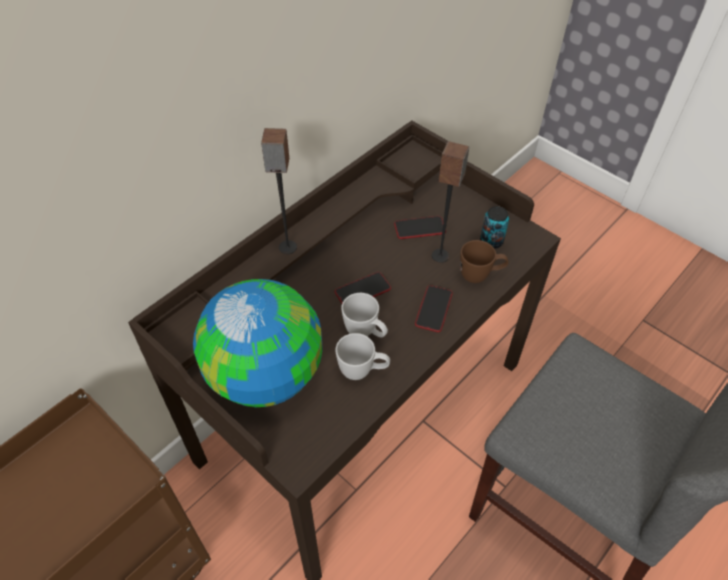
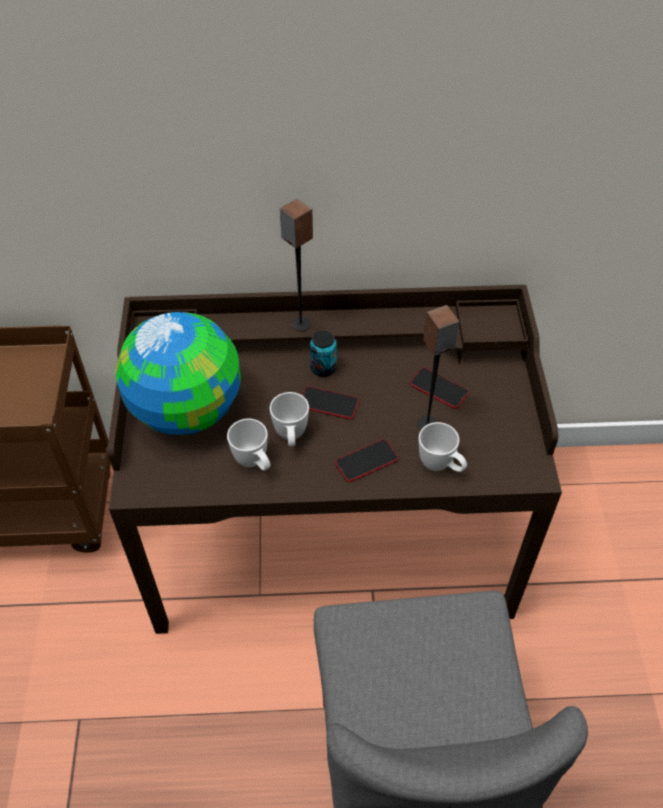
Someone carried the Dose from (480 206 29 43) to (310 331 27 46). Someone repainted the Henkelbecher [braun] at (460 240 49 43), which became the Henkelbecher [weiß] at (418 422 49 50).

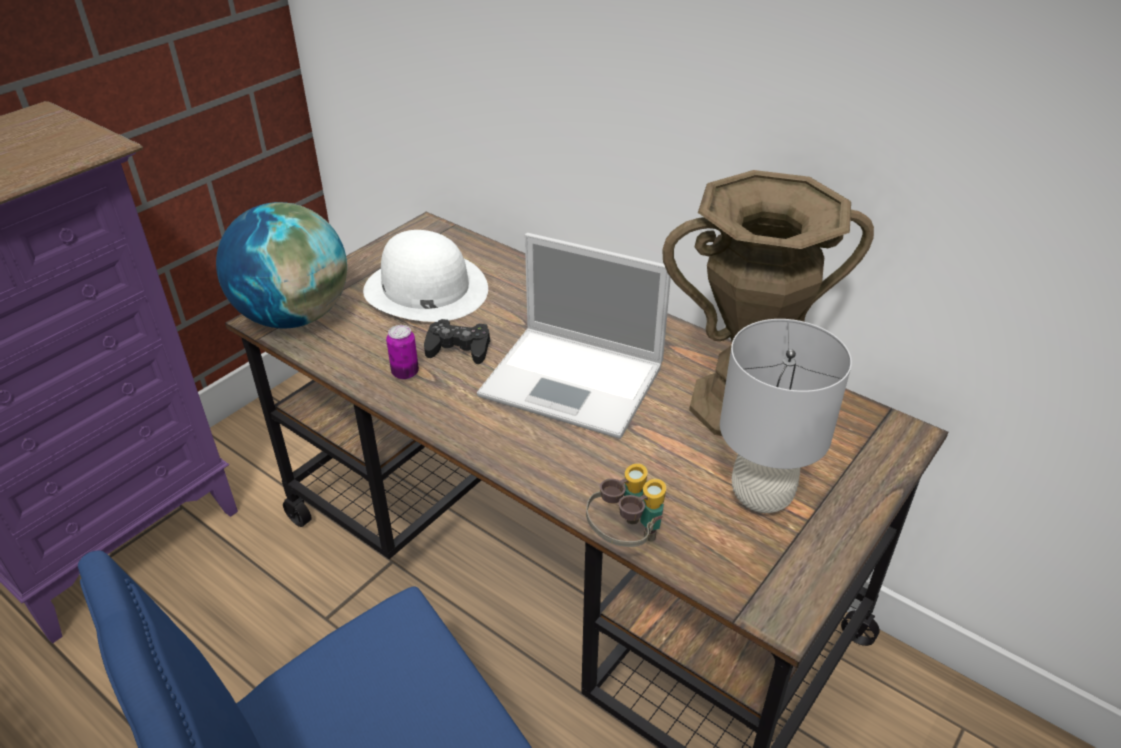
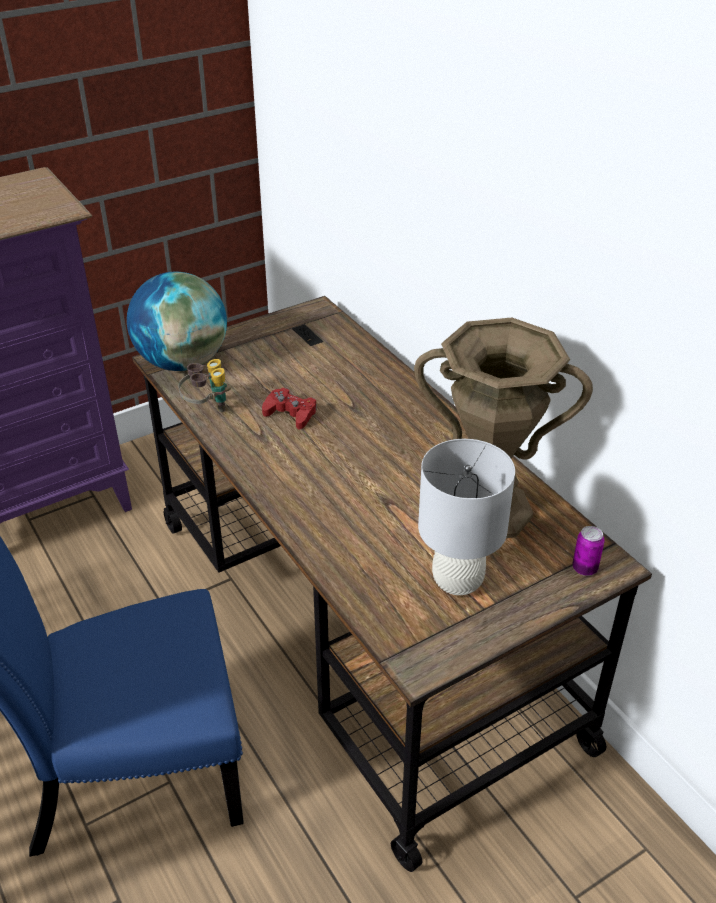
Someone carried the Fernglas from (586 463 80 84) to (178 359 53 53). Someone repainted the Gamepad [schwarz] at (424 319 66 45), which became the Gamepad [rot] at (262 388 55 41). Someone carried the Dose from (386 325 33 55) to (572 526 33 50). Someone took away the Hut [weiß] at (363 230 125 92). Someone took away the Laptop at (477 233 194 206).

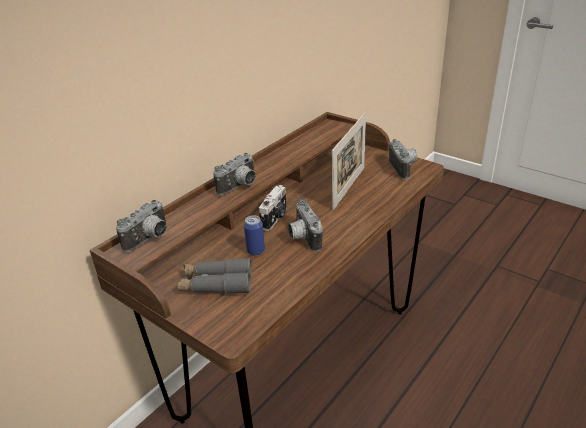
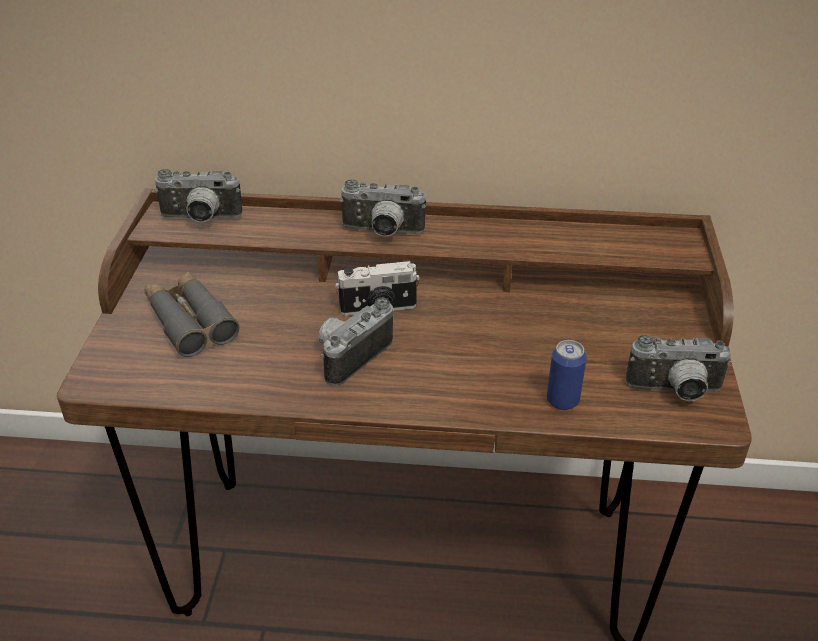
Someone carried the Dose from (244 215 21 41) to (547 340 40 70). Someone rotated the Kamera at (389 139 28 41) by 45 degrees clockwise. Someone took away the Bilderrahmen at (332 113 34 97).

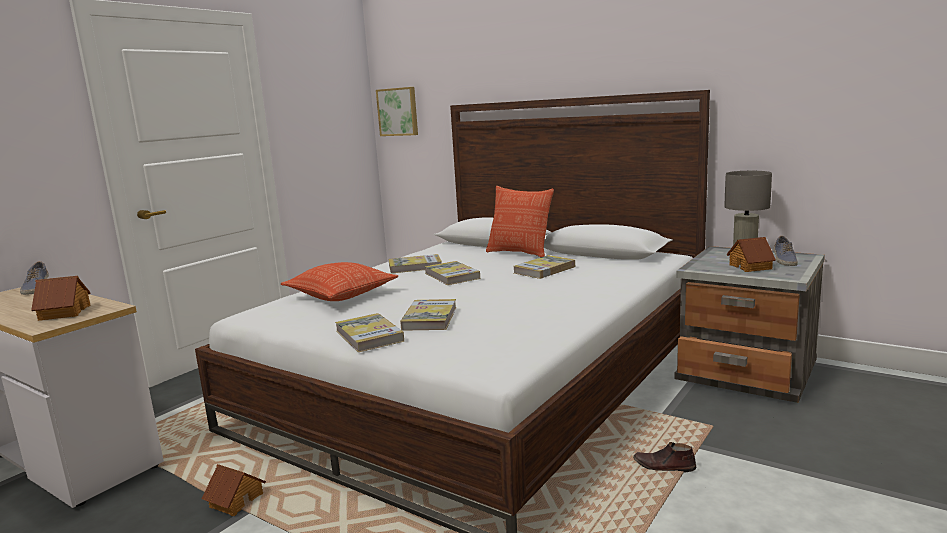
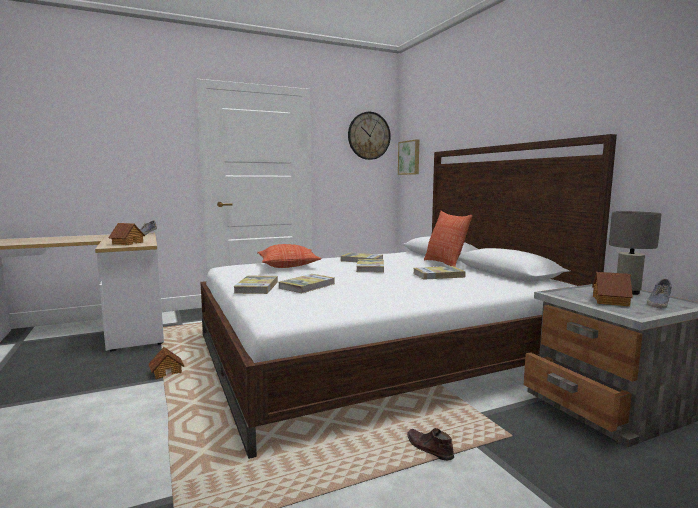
Someone put up the Wanduhr at (348 112 43 48).

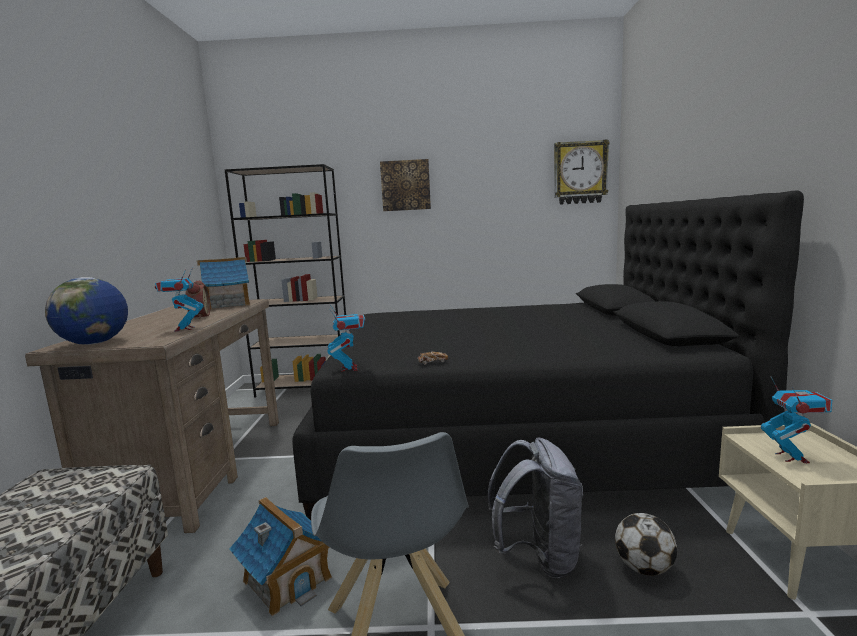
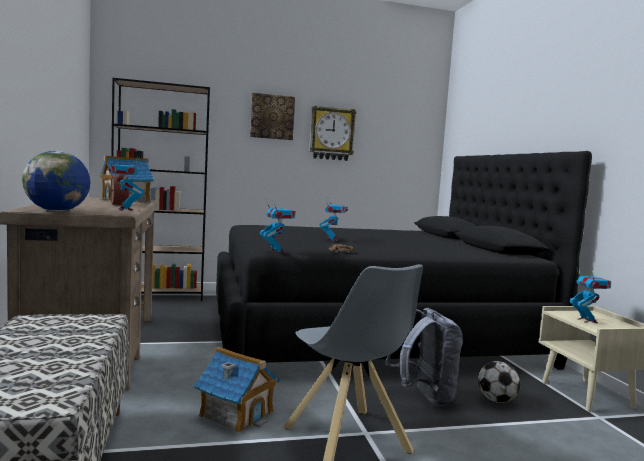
Someone carried the Wanduhr from (554 139 56 66) to (309 106 48 55). Someone put down the Spielzeugroboter at (320 198 28 43).

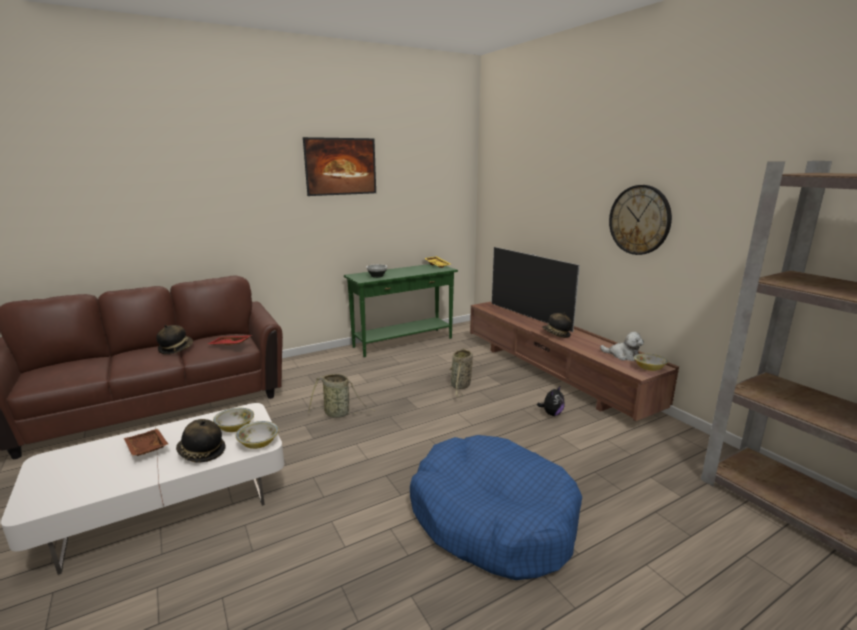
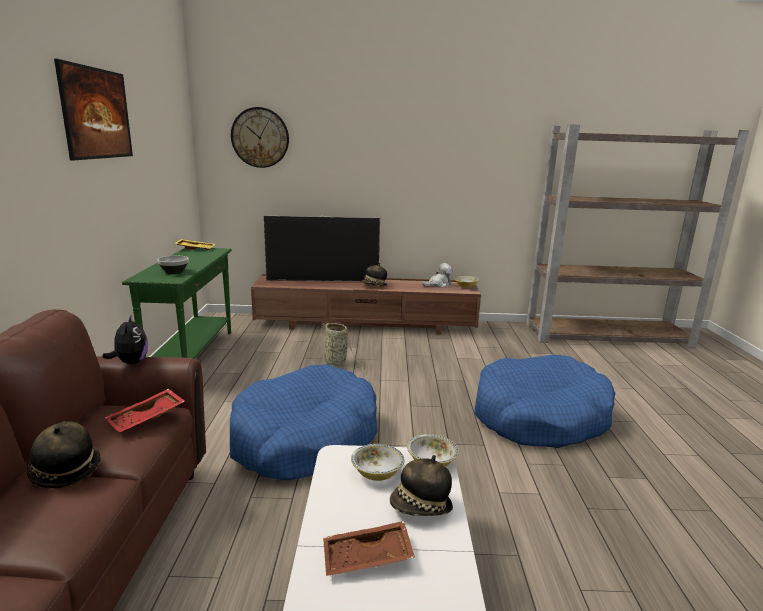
Someone carried the Plüschtier from (537 386 28 30) to (102 316 46 48). Someone swapped the Korb at (308 374 67 44) for the Hundebett [blau] at (230 364 148 117). Someone carried the Wanduhr from (609 185 63 70) to (231 107 58 61).

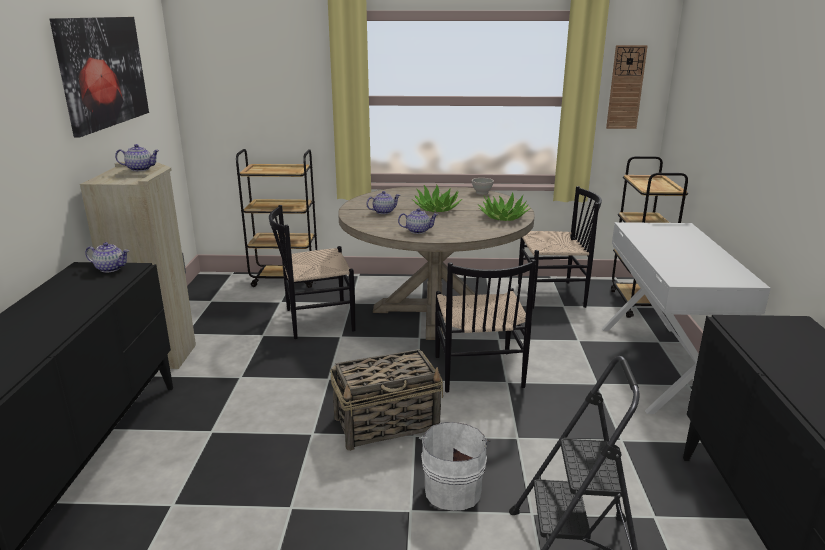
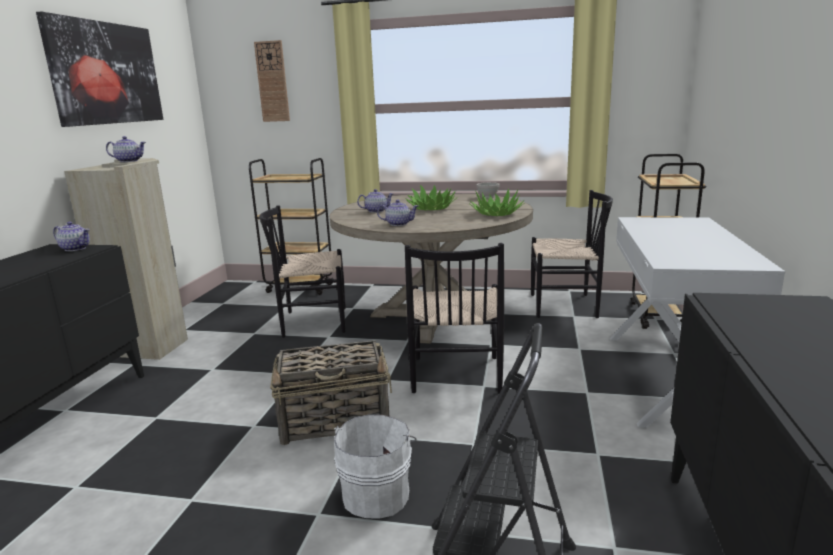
Someone carried the Wanduhr from (606 45 42 84) to (254 40 36 82).

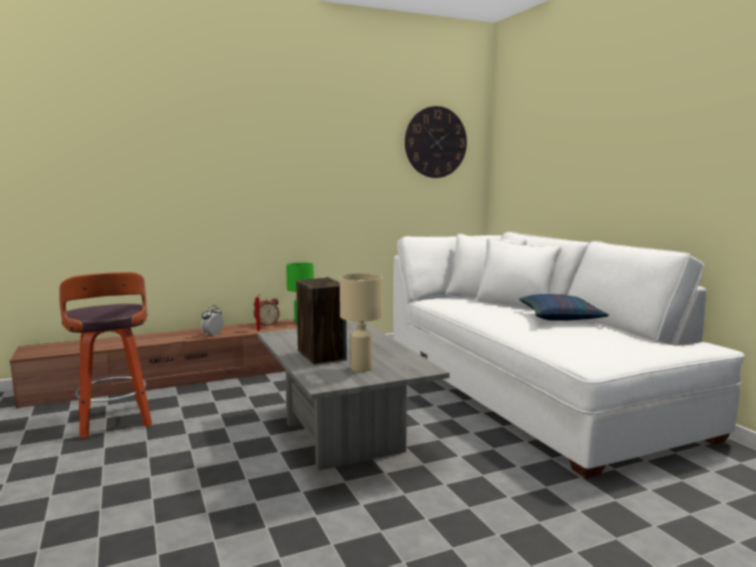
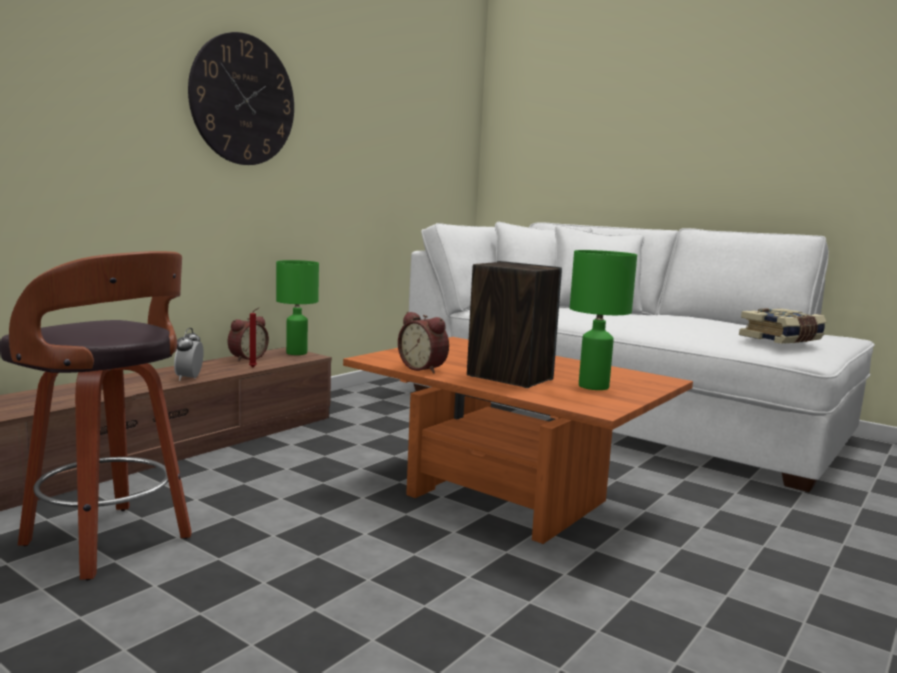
Someone carried the Wanduhr from (405 106 62 72) to (188 32 106 133). Someone repainted the Couchtisch [grau] at (257 322 192 149), which became the Couchtisch [orange] at (343 337 350 207). Someone put down the Wecker at (398 312 51 61). Someone repainted the Tischlampe [beige] at (340 273 43 99), which became the Tischlampe [grün] at (570 250 67 140). Someone put down the Buch at (739 308 87 36). Someone took away the Kissen [blau] at (519 294 90 27).

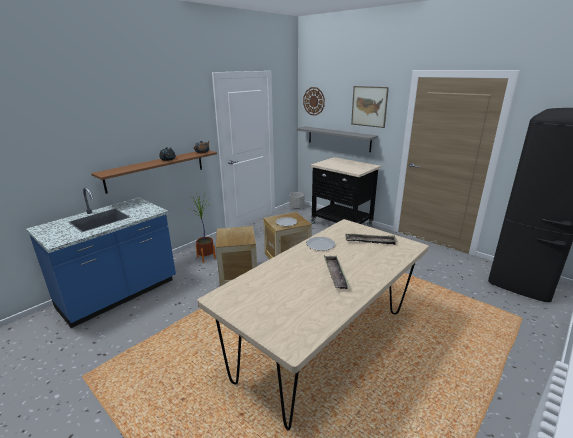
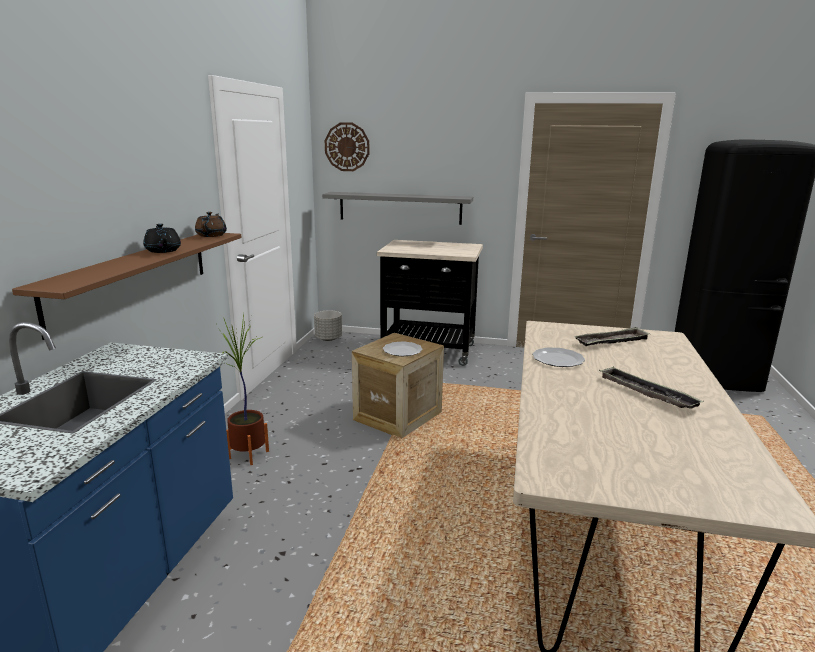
Someone took away the Kiste at (216 226 41 60). Someone took away the Bild at (351 86 38 42).

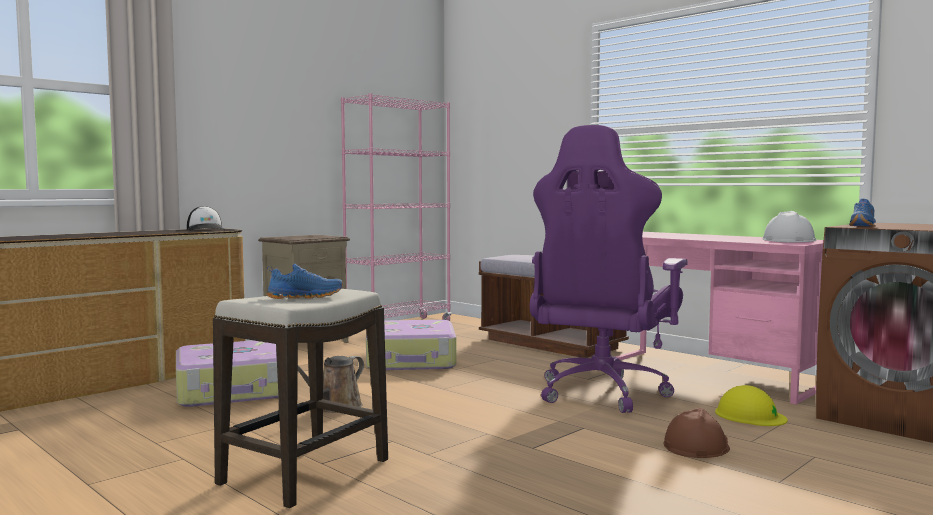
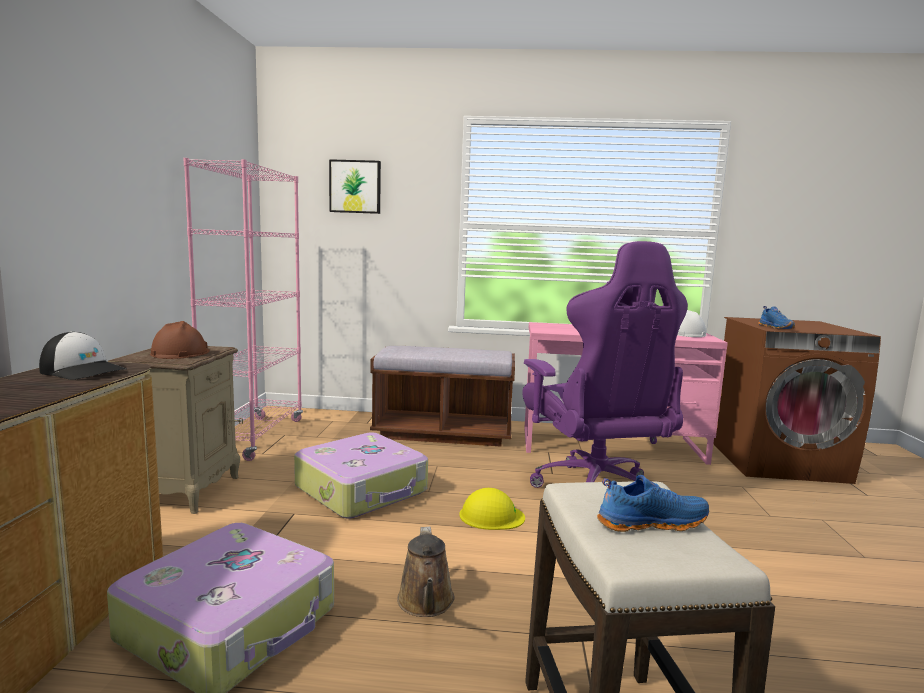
Someone carried the Schutzhelm [braun] from (664 408 66 50) to (150 321 60 38). Someone put up the Bild at (329 159 52 55). Someone carried the Schutzhelm [gelb] from (715 385 73 41) to (459 488 66 42). Someone rotated the Schuh [blau] at (266 264 77 35) by 45 degrees clockwise.

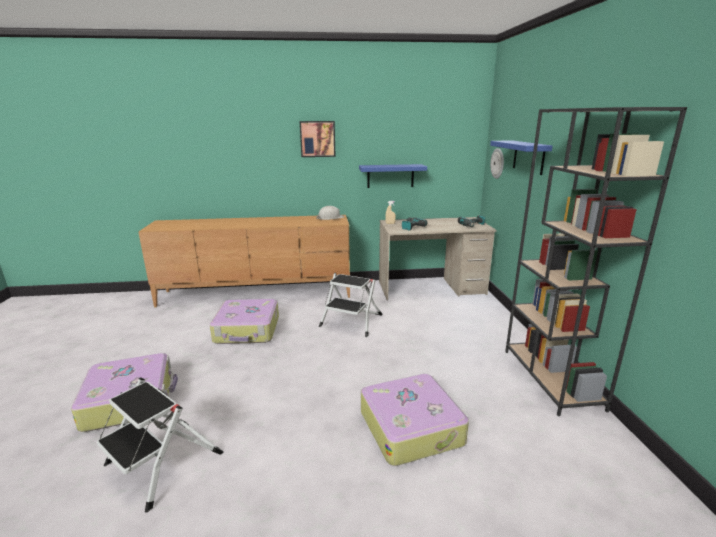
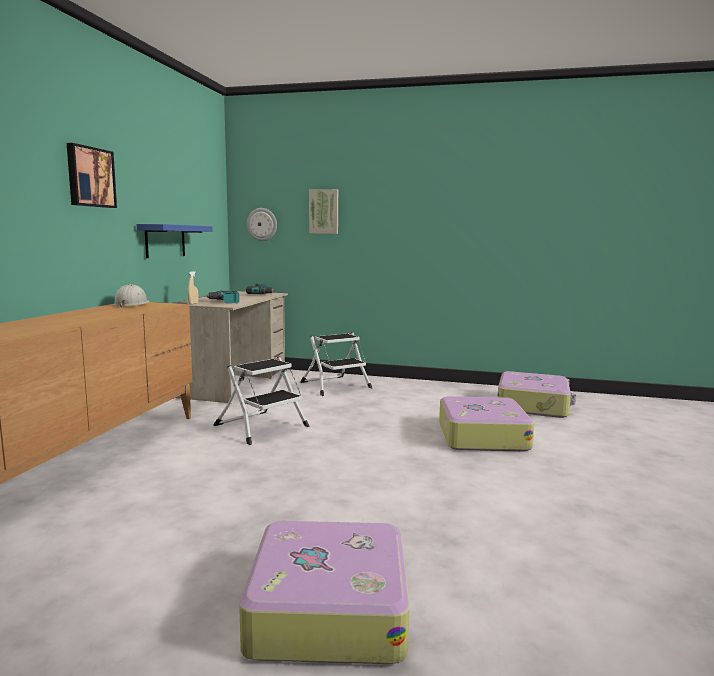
Someone carried the Trittleiter from (97 377 127 136) to (300 332 72 64). Someone swapped the Wandregal [blau] at (490 140 62 35) for the Bild at (309 189 29 45). Someone carried the Koffer from (210 299 69 45) to (497 371 79 47). Someone took away the Bücherregal at (505 107 182 309).

